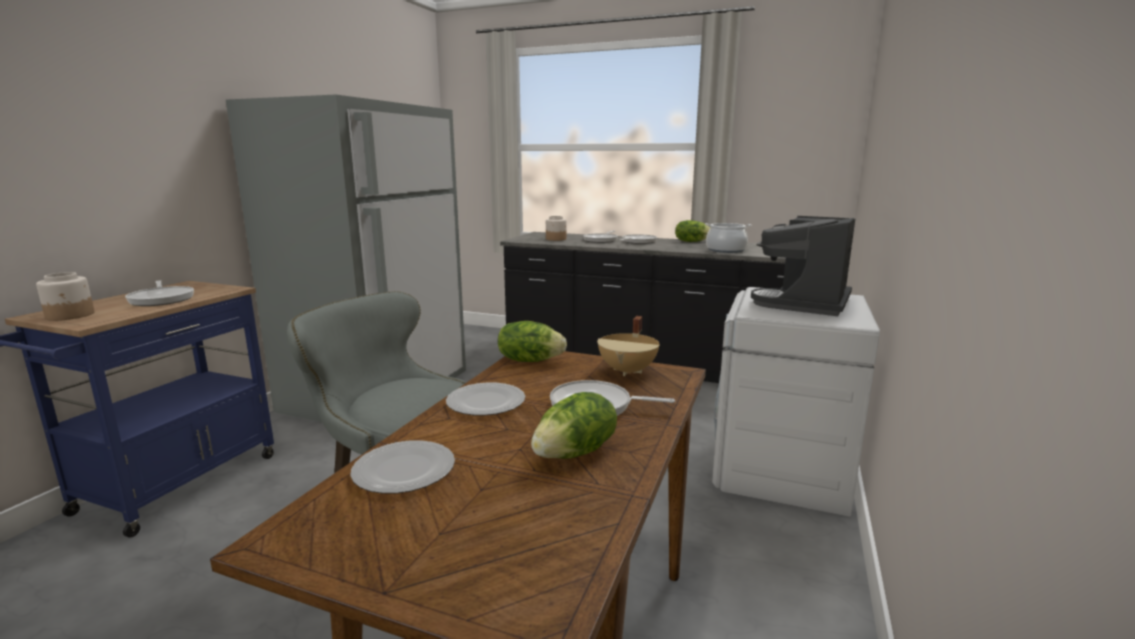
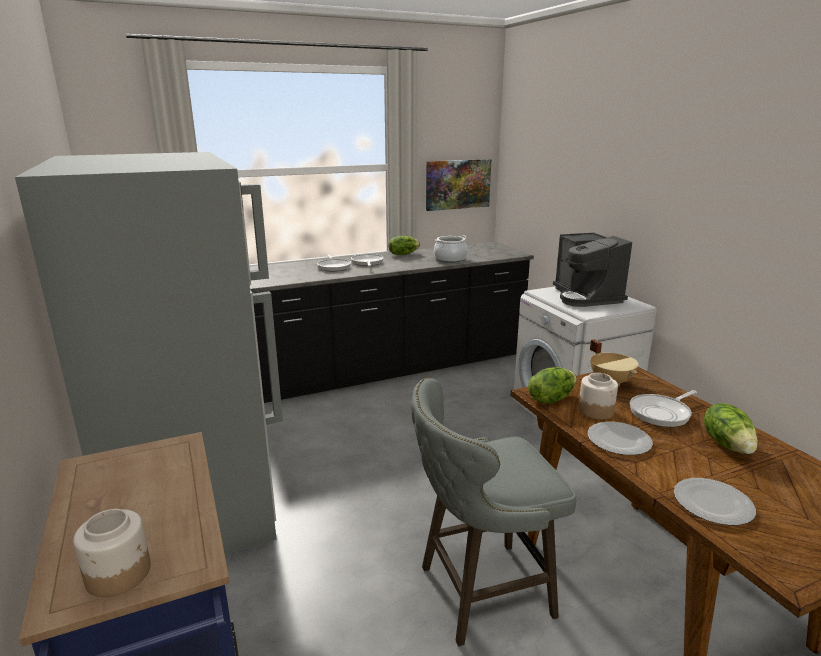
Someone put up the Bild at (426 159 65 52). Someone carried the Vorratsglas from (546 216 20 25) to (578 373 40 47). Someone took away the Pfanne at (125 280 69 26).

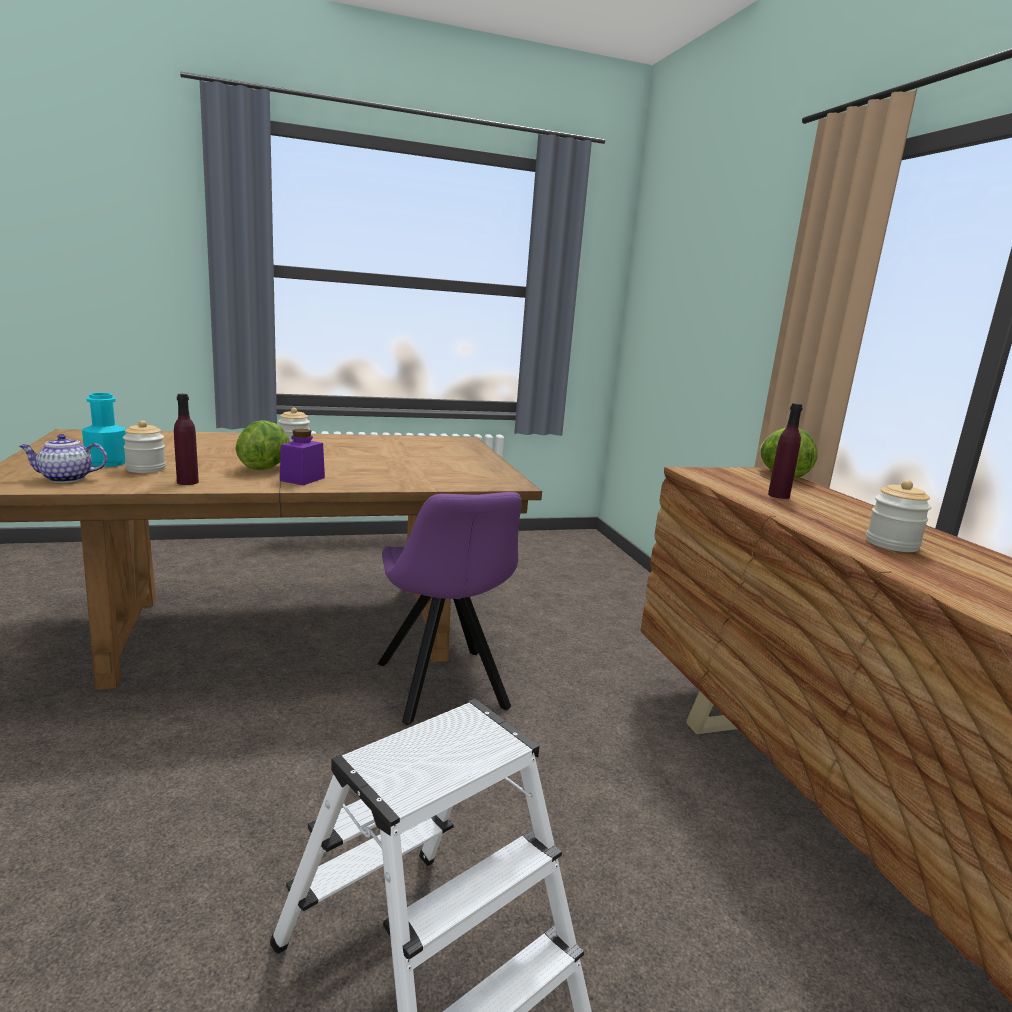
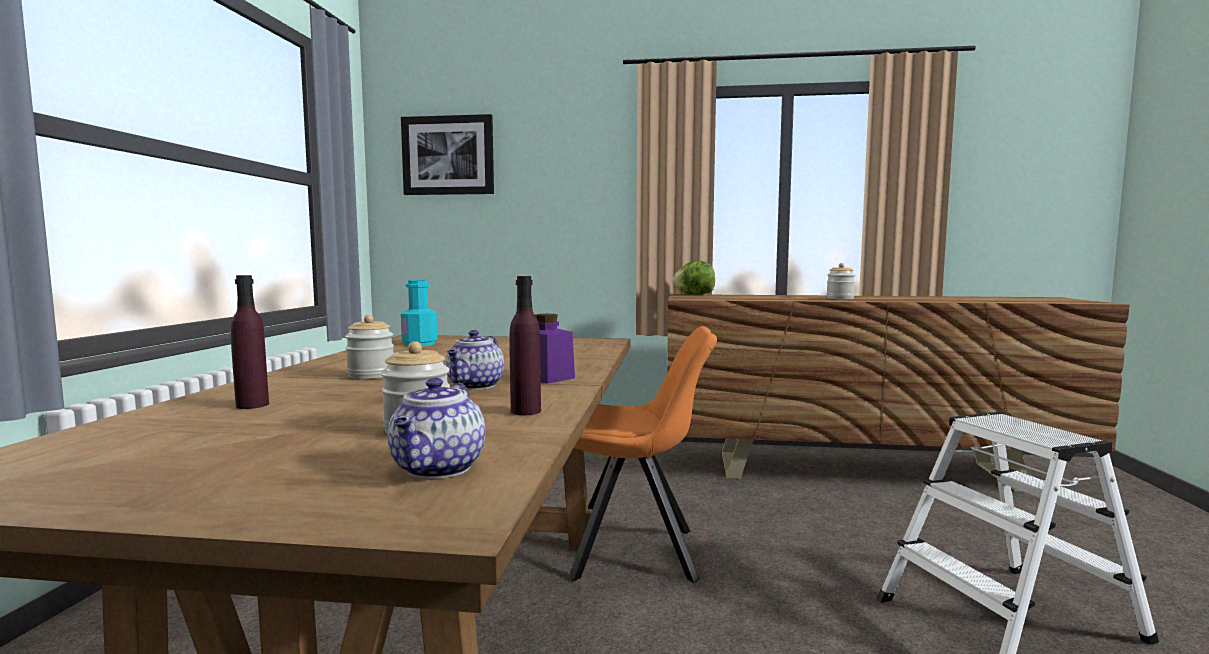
Someone carried the Flasche [lila] from (768 403 35 96) to (231 275 38 134). Someone put up the Bild at (401 114 93 81). Someone carried the Flasche [türkis] from (82 393 44 74) to (401 280 36 66). Someone swapped the Salatkopf at (235 420 55 50) for the Teekanne at (446 330 58 60). Someone repainted the Stuhl [lila] at (378 492 144 233), which became the Stuhl [orange] at (569 326 148 257).

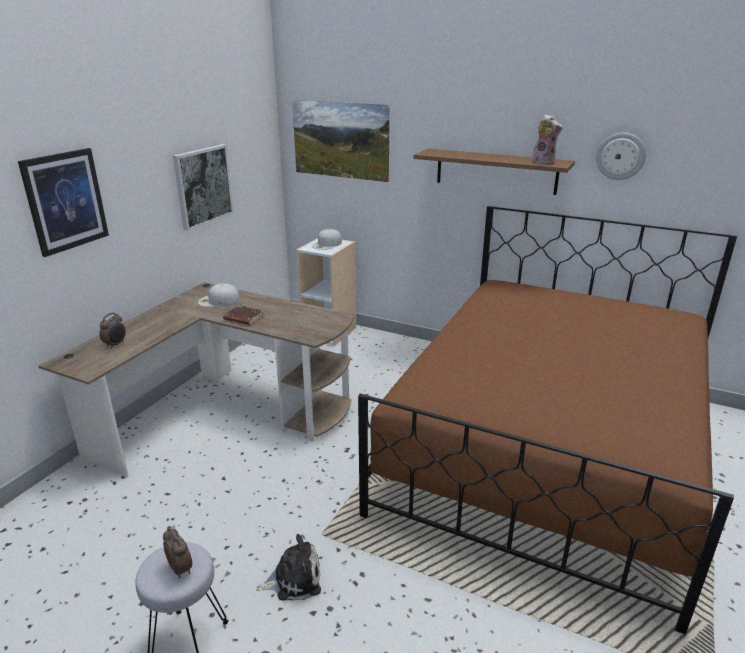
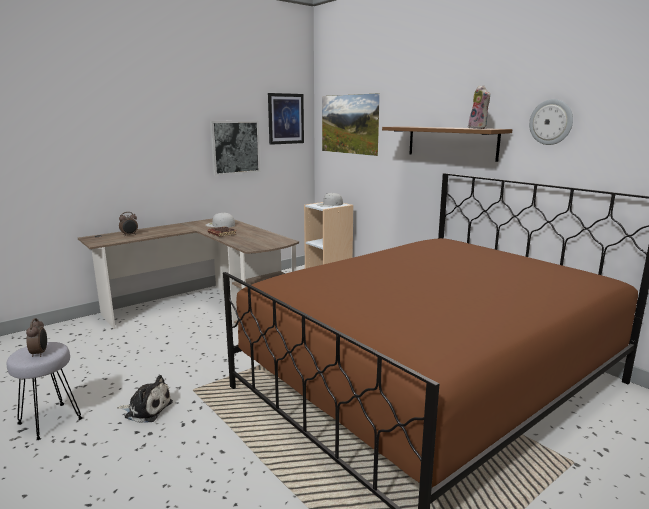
Someone carried the Bild from (18 148 91 109) to (268 93 36 52).

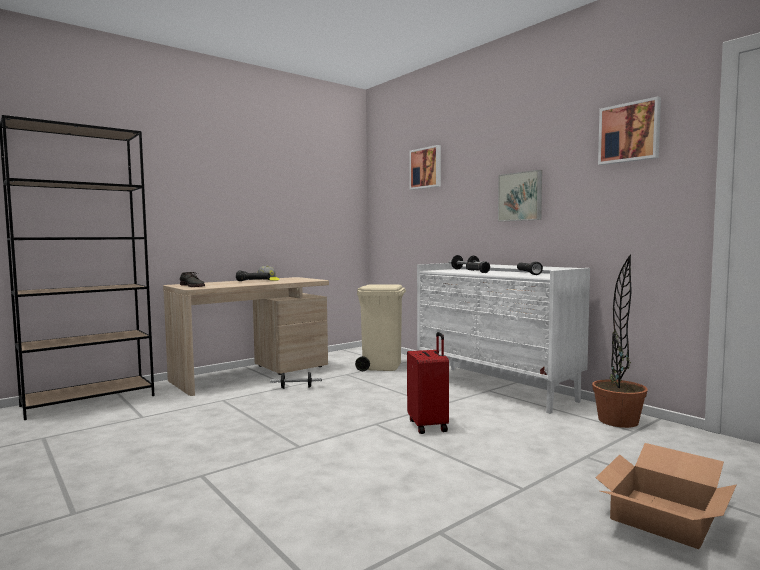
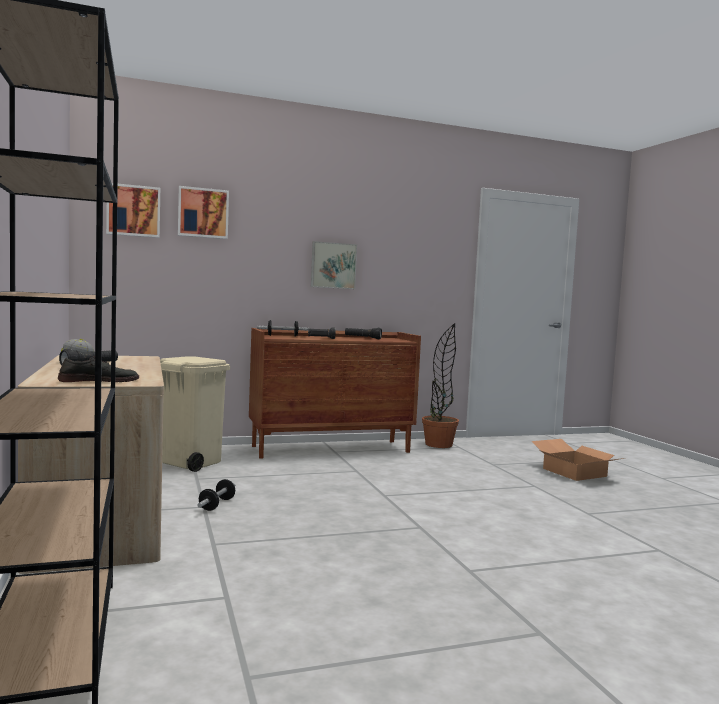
Someone carried the Bild from (598 96 63 69) to (106 183 54 55). Someone repainted the Schrank [weiß] at (417 263 173 151), which became the Schrank [braun] at (249 328 172 130). Someone took away the Koffer [rot] at (407 332 42 102).

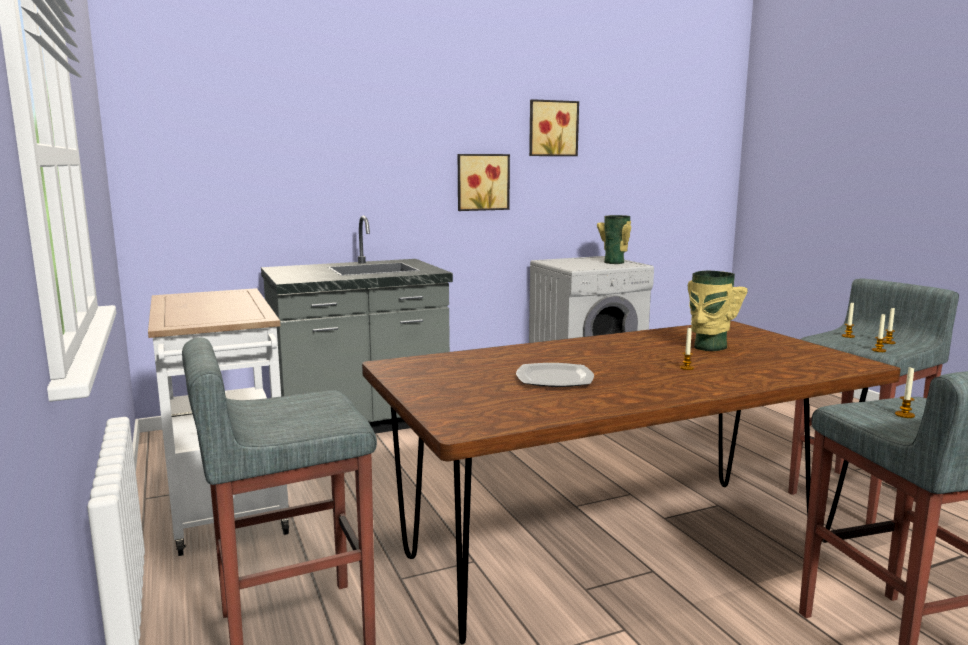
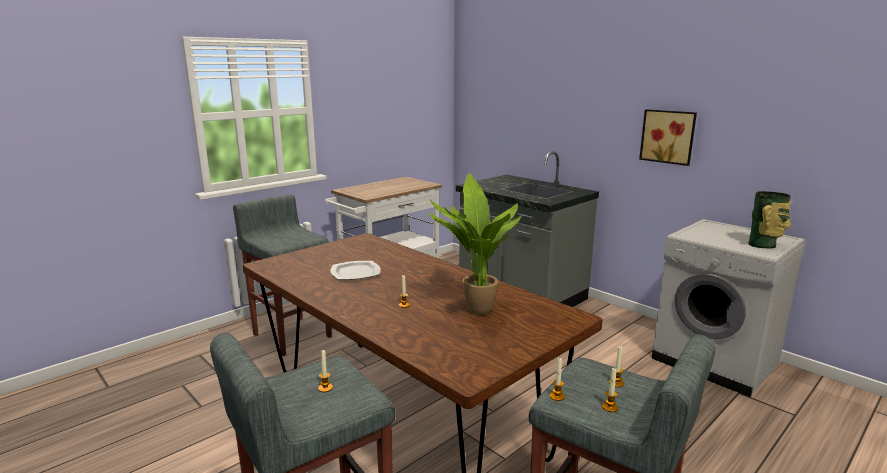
Someone swapped the Vase at (688 271 60 80) for the Topfpflanze at (429 173 92 142). Someone took away the Bild at (529 99 50 57).

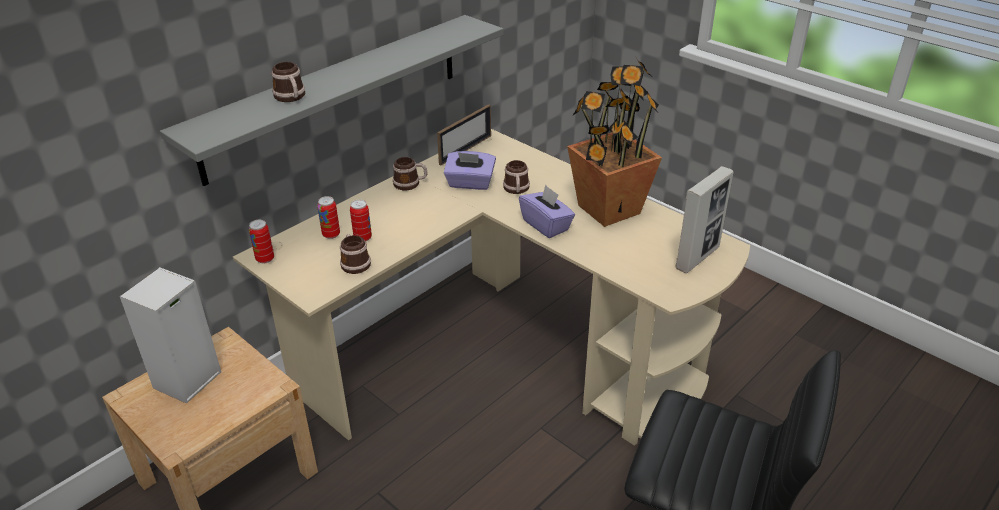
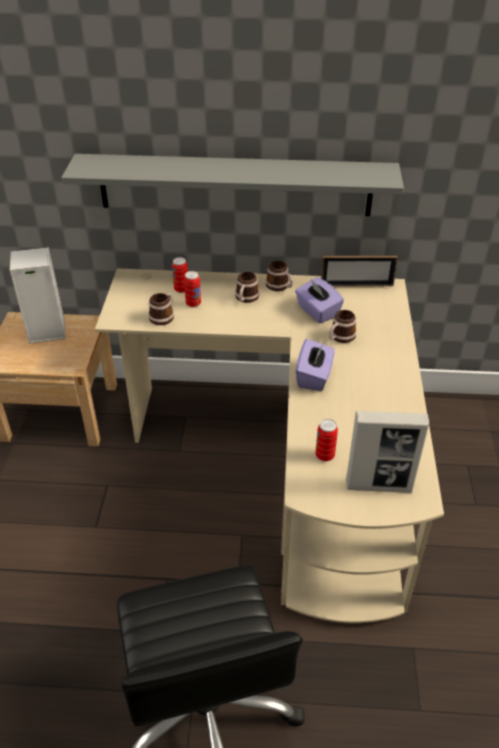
Someone carried the Henkelbecher from (271 62 34 40) to (235 272 25 31). Someone carried the Dose from (249 220 25 44) to (316 419 22 42). Someone took away the Topfpflanze at (567 59 95 168).

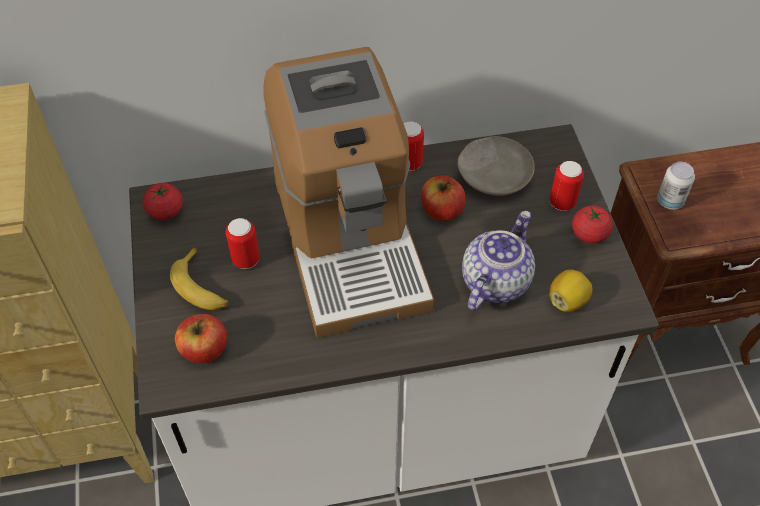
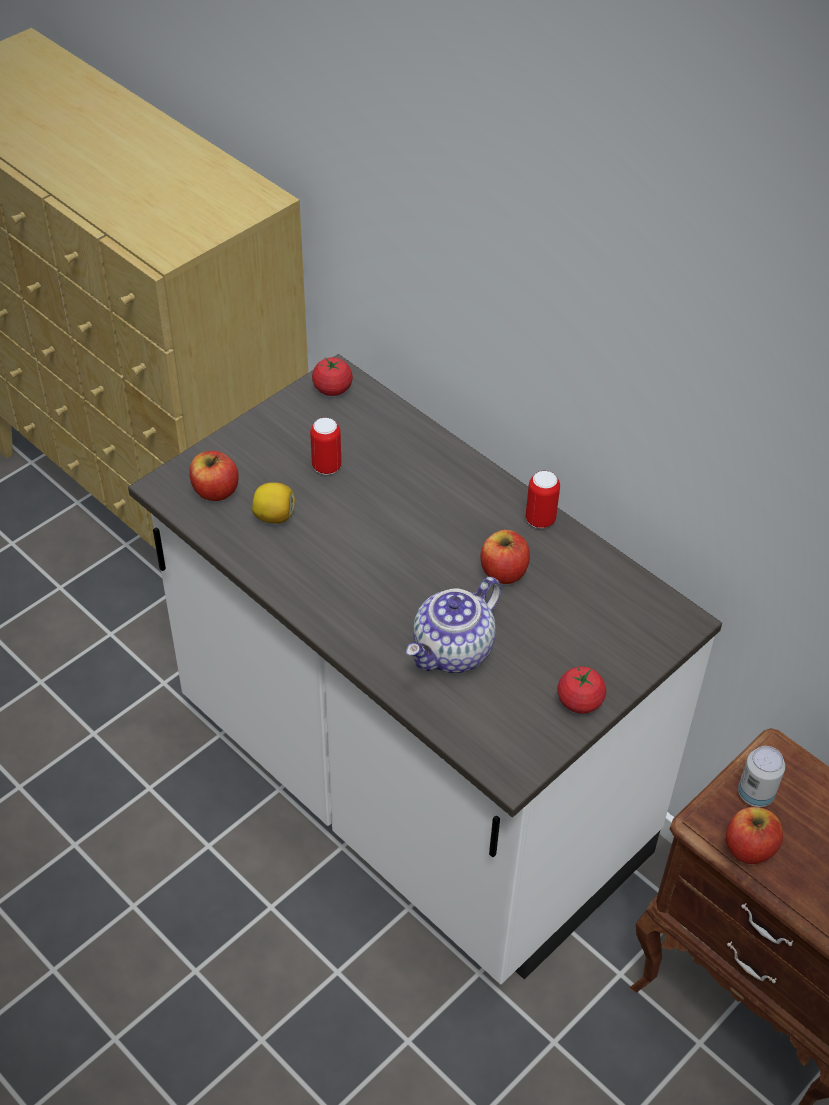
Someone carried the Zitrone from (549 269 43 43) to (252 482 43 42). Someone rotated the Teekanne at (462 211 73 100) by 135 degrees clockwise. Someone put down the Apfel at (726 807 57 57). Someone took away the Banane at (170 246 58 64). Someone took away the Kaffeemaschine at (263 47 171 291). Someone took away the Teller [beige] at (457 136 78 60). Someone took away the Dose at (550 161 34 50).

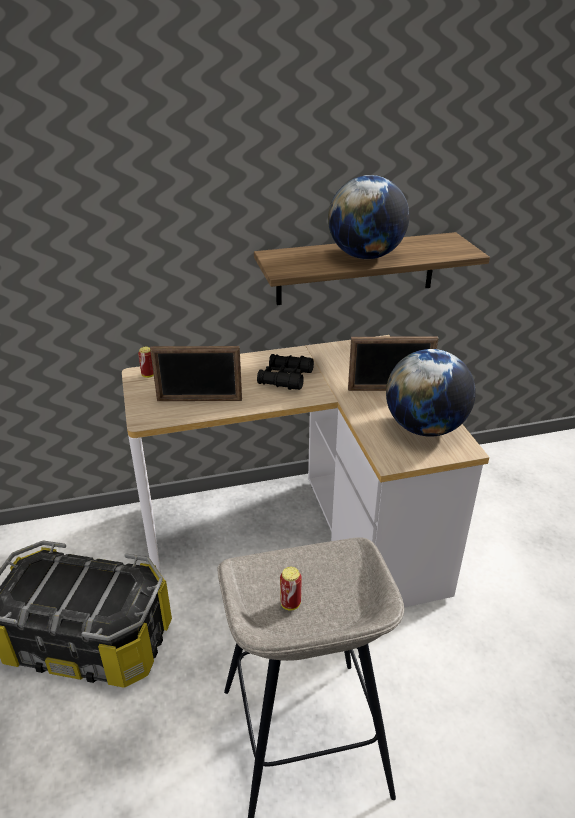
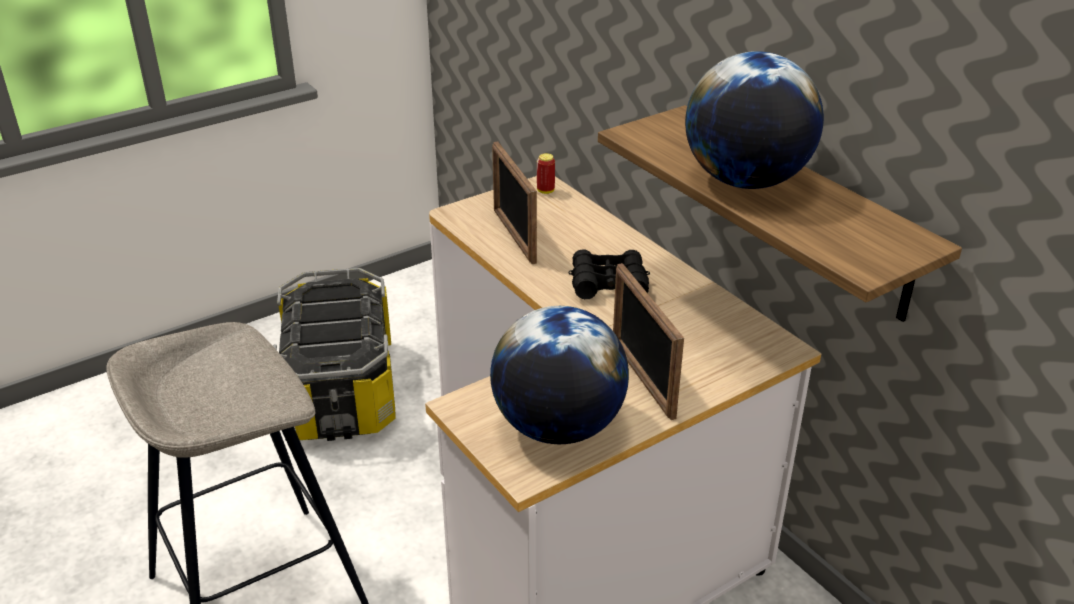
Someone took away the Dose at (280 567 22 44).

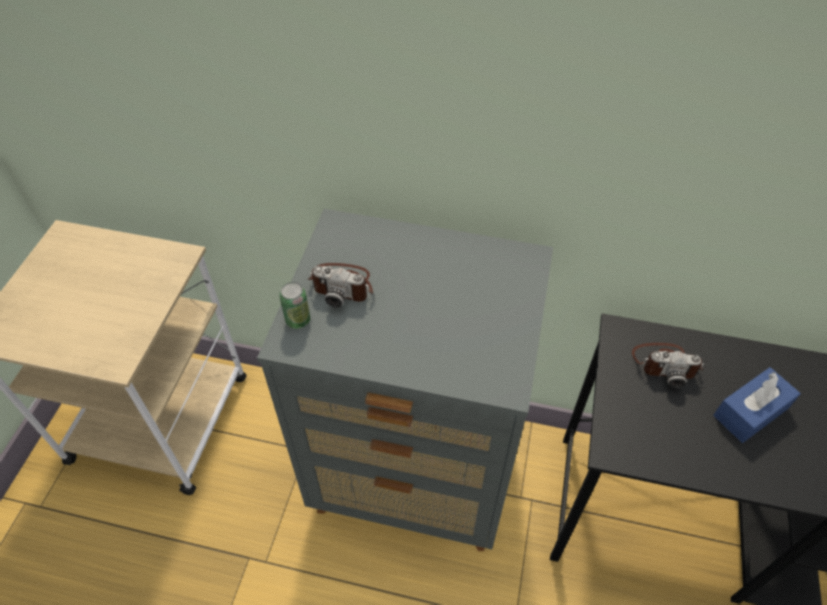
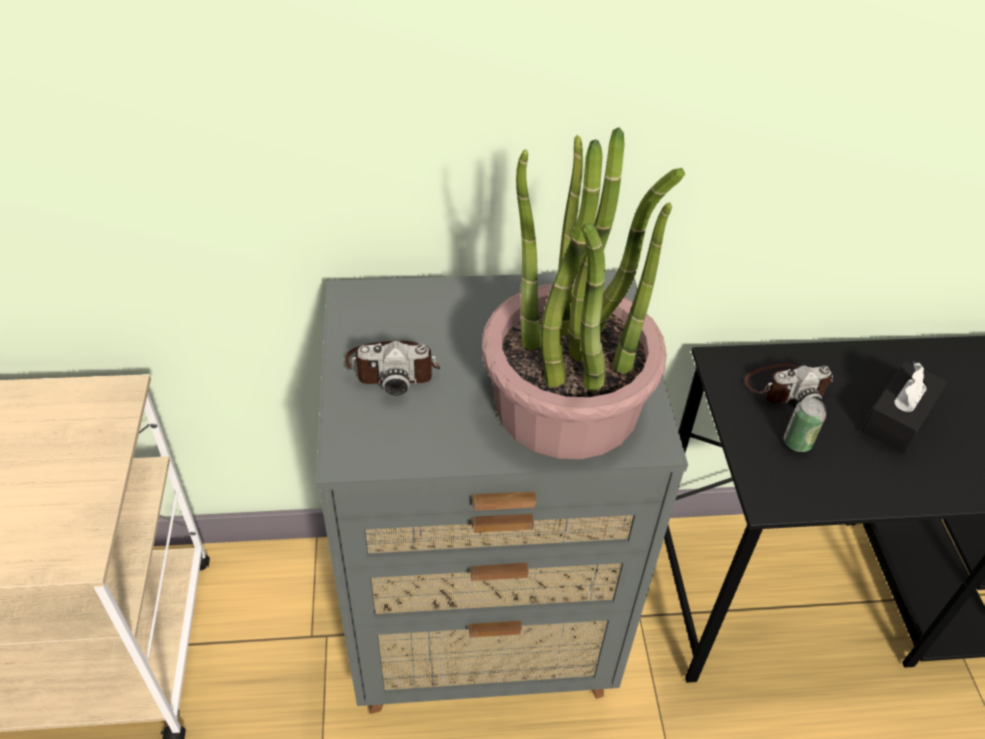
Someone put down the Topfpflanze at (482 127 203 332). Someone carried the Dose from (279 282 32 47) to (784 398 42 54). Someone repainted the Taschentuchbox [blau] at (713 367 88 76), which became the Taschentuchbox [schwarz] at (861 361 87 93).

